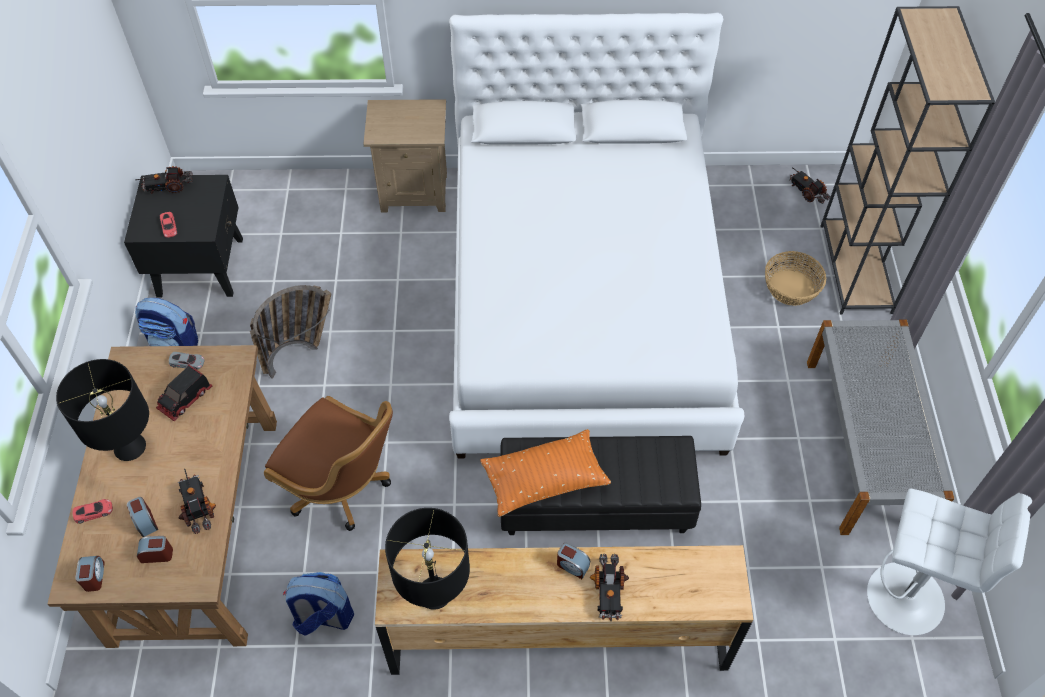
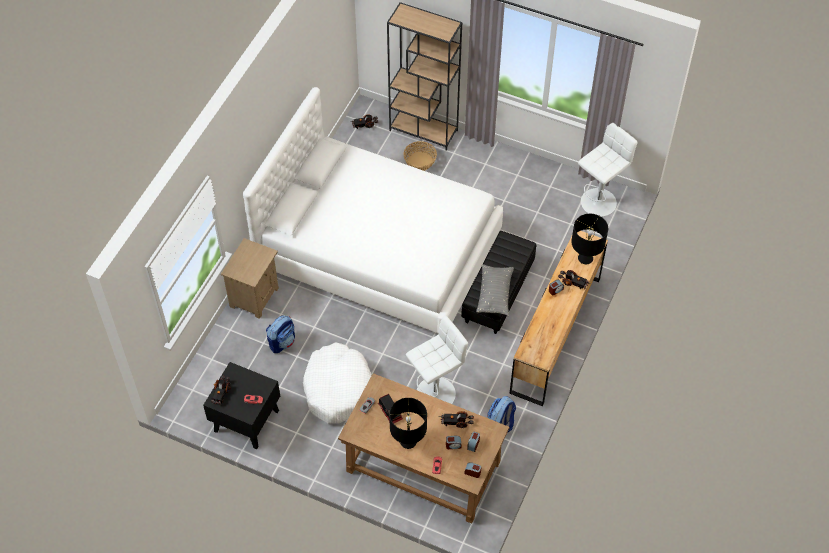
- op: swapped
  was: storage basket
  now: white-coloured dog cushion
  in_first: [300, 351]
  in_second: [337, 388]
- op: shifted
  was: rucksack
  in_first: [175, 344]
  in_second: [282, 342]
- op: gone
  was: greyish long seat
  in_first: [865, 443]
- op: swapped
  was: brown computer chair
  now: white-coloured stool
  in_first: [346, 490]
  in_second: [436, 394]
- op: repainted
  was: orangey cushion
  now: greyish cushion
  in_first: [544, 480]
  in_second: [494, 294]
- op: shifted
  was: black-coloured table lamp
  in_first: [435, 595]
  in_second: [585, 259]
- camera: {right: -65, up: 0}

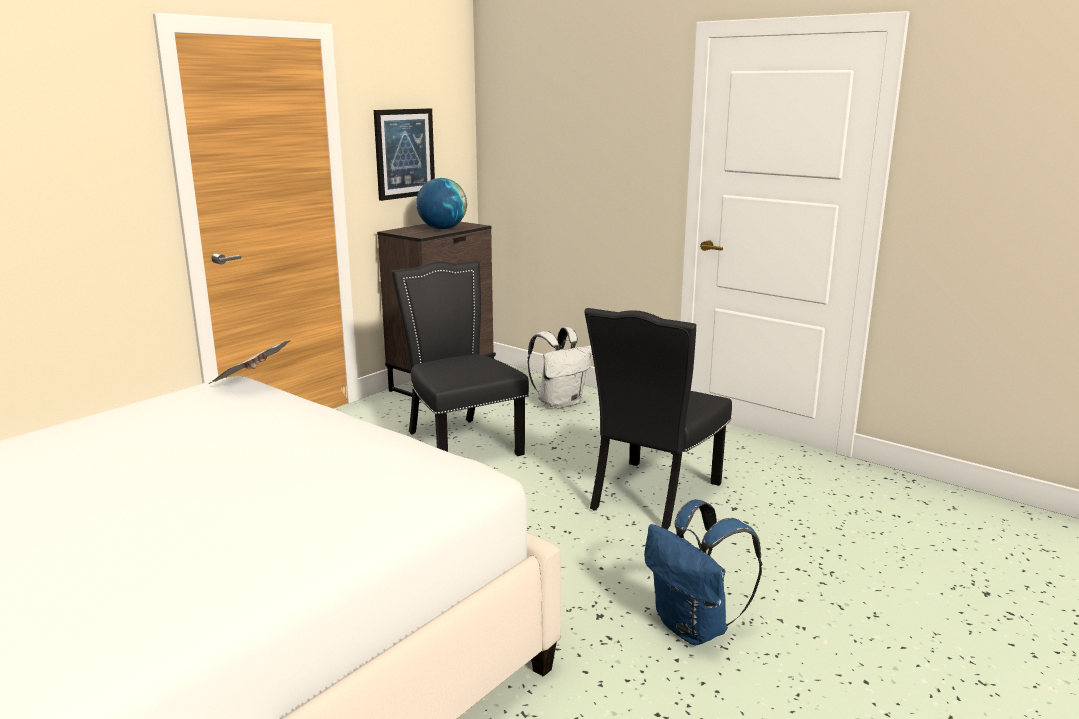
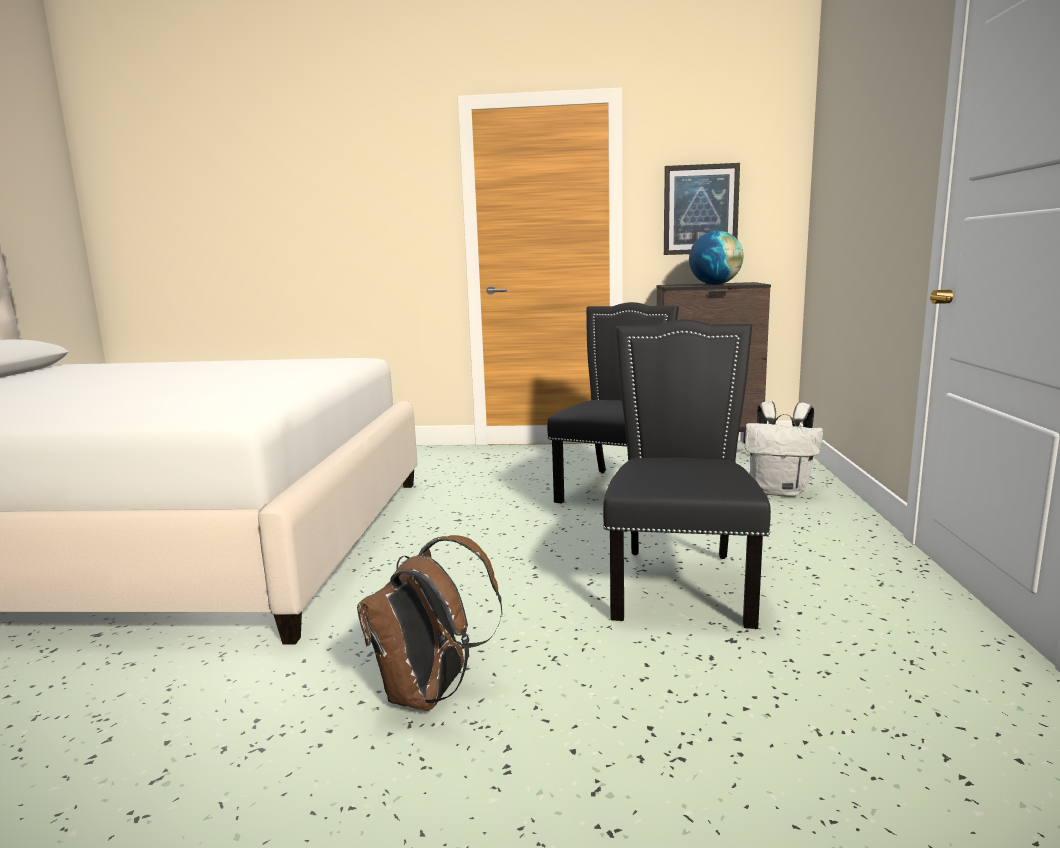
- op: rotated
  was: black-coloured upright chair
  in_first: [654, 493]
  in_second: [680, 587]
  clockwise: 105
- op: gone
  was: newspaper
  in_first: [251, 383]
- op: repainted
  was: blue rucksack
  now: brown rucksack
  in_first: [695, 628]
  in_second: [430, 694]
- camera: {right: 55, up: -5}

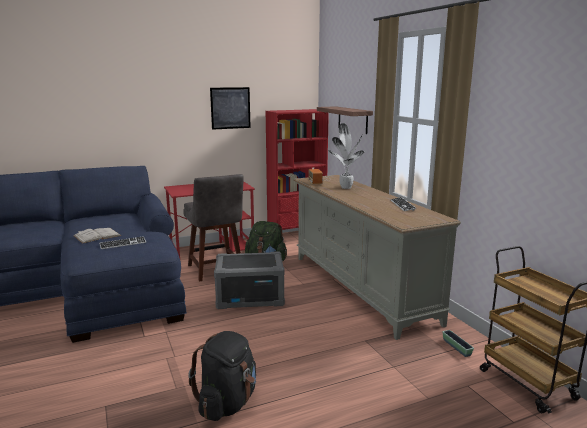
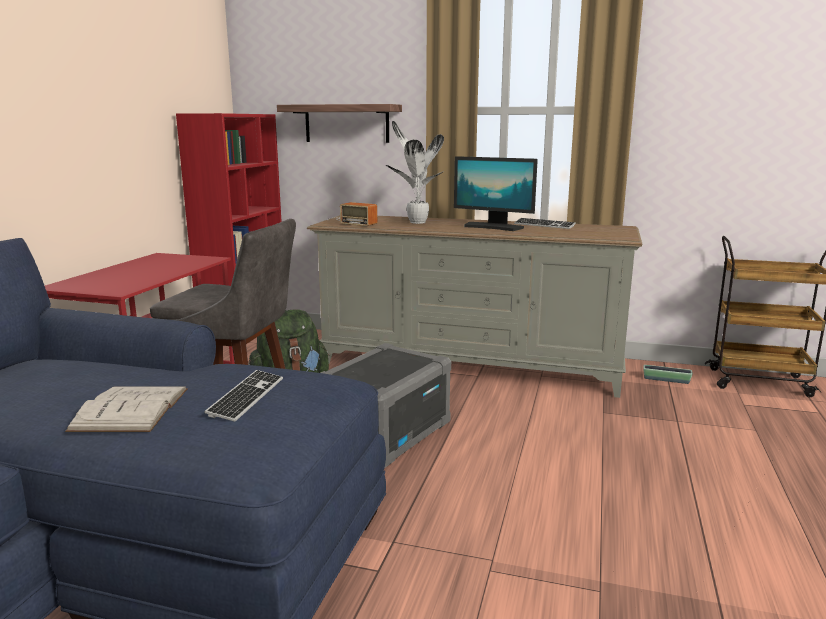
- op: gone
  was: wall art
  in_first: [230, 108]
- op: gone
  was: black-coloured rucksack
  in_first: [227, 403]
- op: new
  now: monitor
  in_second: [493, 227]
- camera: {right: -50, up: 0}

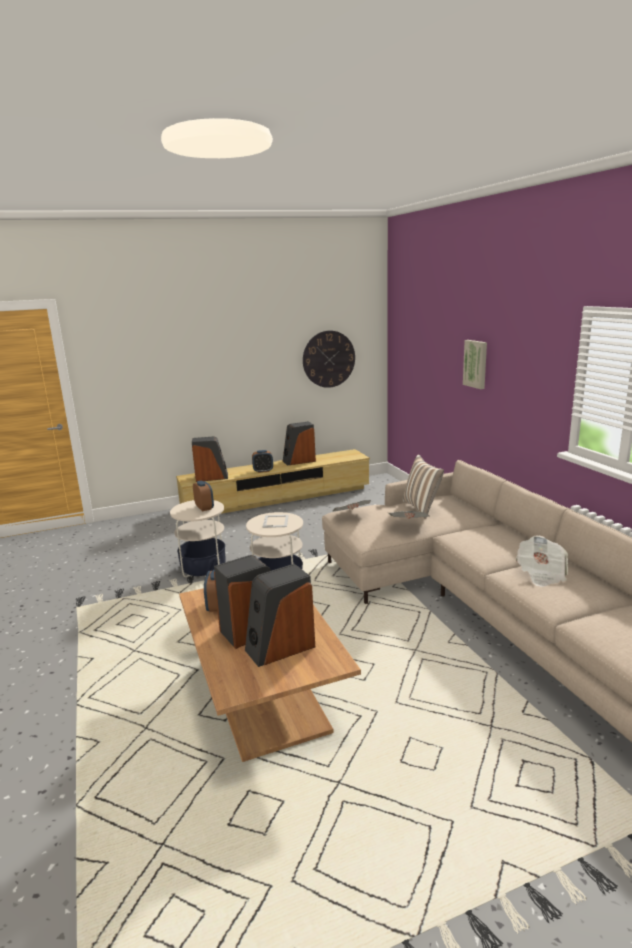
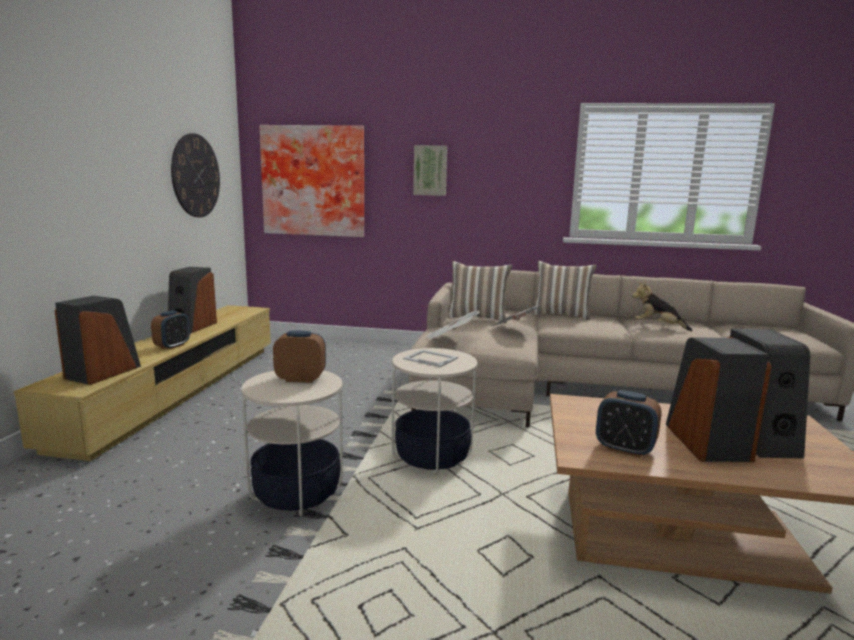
- op: swapped
  was: newspaper
  now: soft toy
  in_first: [541, 574]
  in_second: [658, 327]
- op: new
  now: wall art
  in_second: [314, 181]
- op: new
  now: cushion
  in_second: [561, 315]
- camera: {right: -60, up: -5}

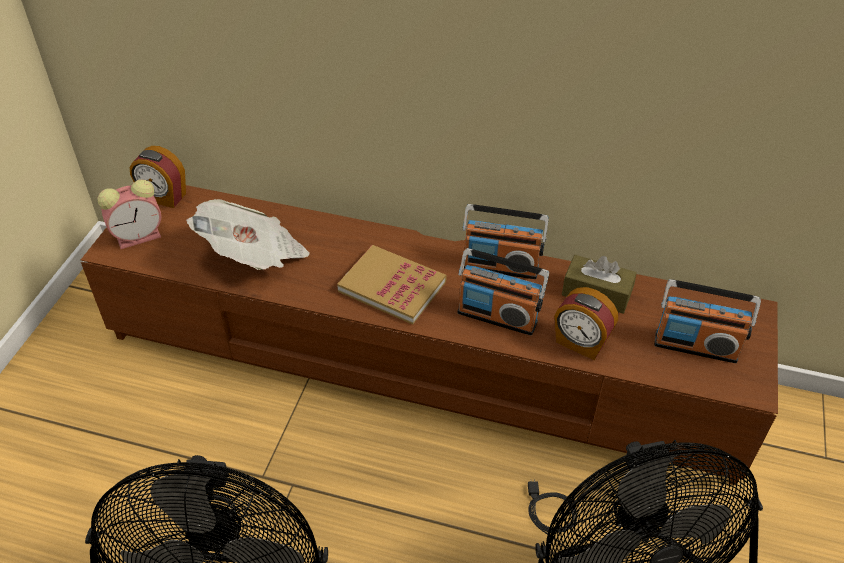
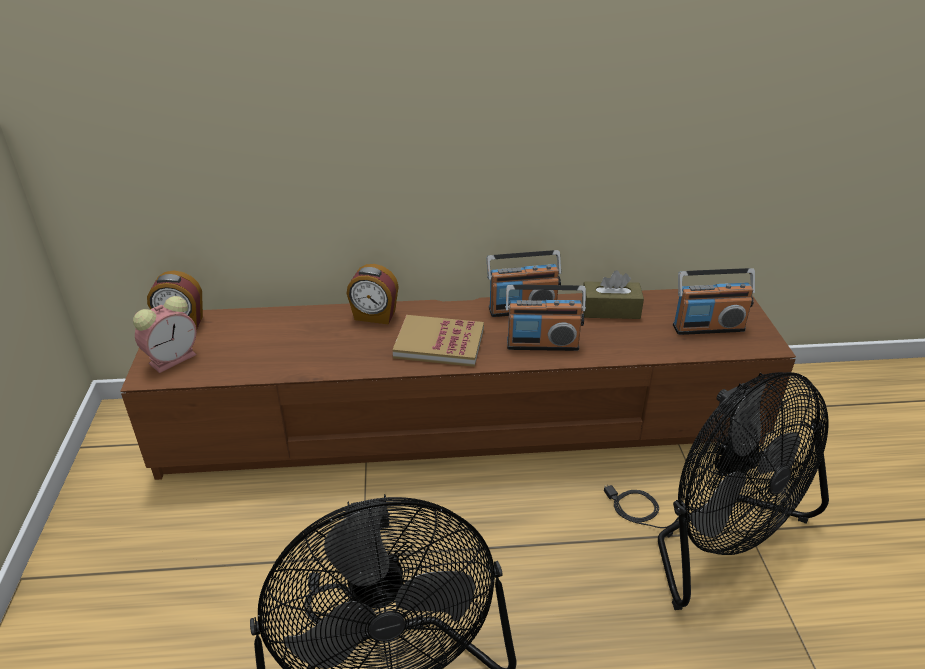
- op: gone
  was: newspaper
  in_first: [254, 256]
- op: shifted
  was: table clock
  in_first: [580, 343]
  in_second: [374, 316]
- camera: {right: -20, up: -10}

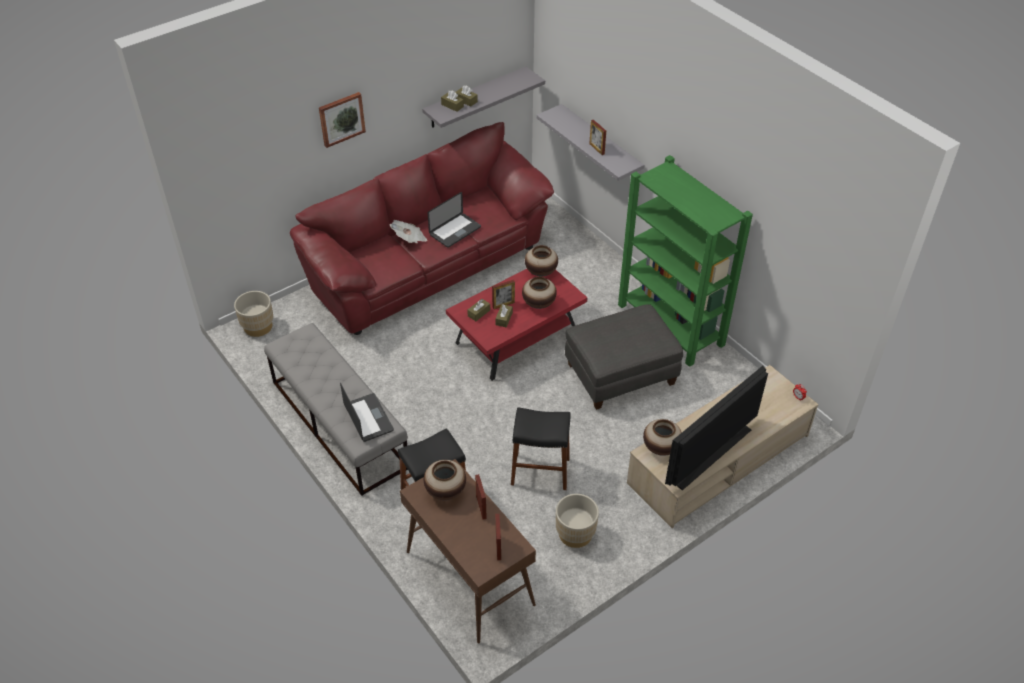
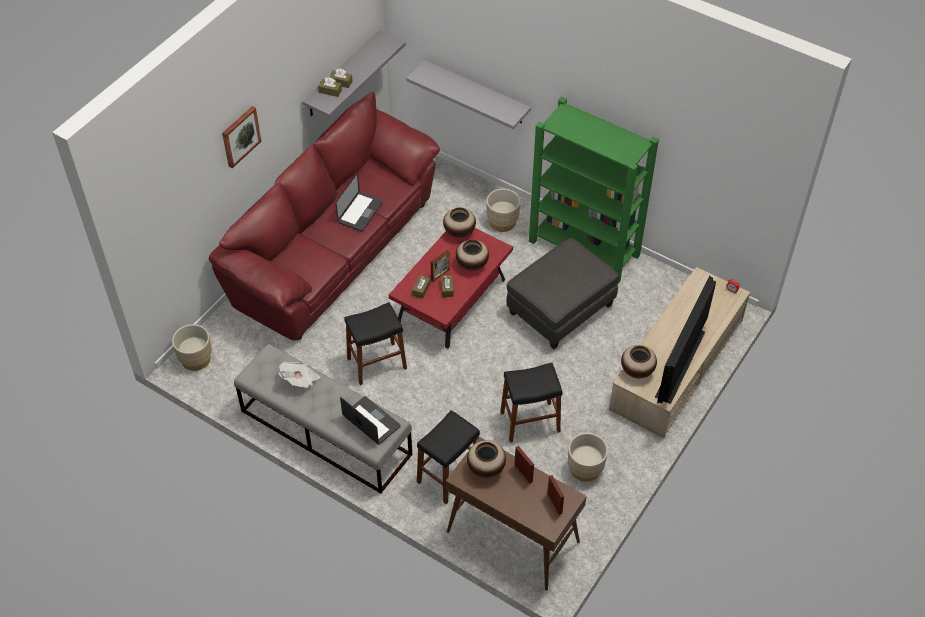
- op: gone
  was: photo frame
  in_first: [596, 149]
- op: shifted
  was: newspaper
  in_first: [409, 239]
  in_second: [300, 380]
- op: new
  now: beige flower pot
  in_second: [502, 222]
- op: new
  now: black-coloured stool
  in_second: [377, 363]
- camera: {right: -20, up: 5}

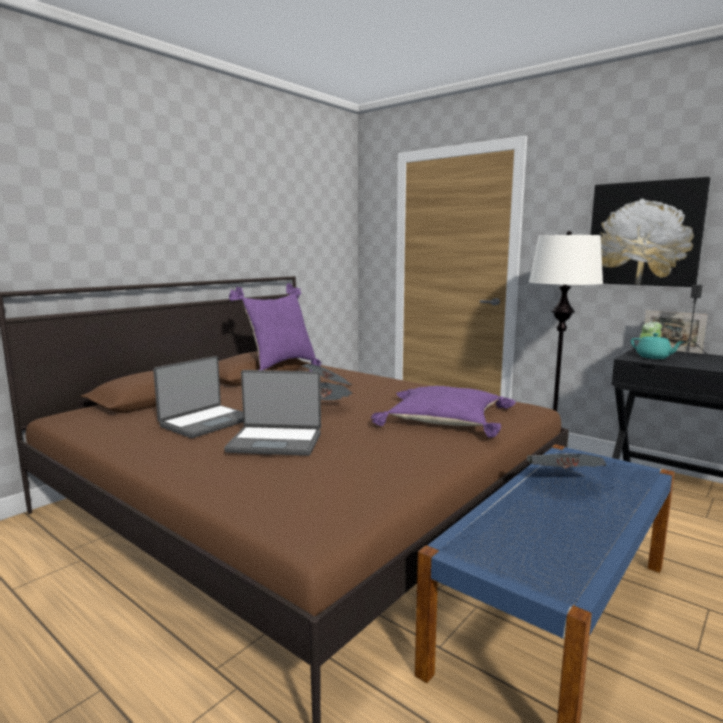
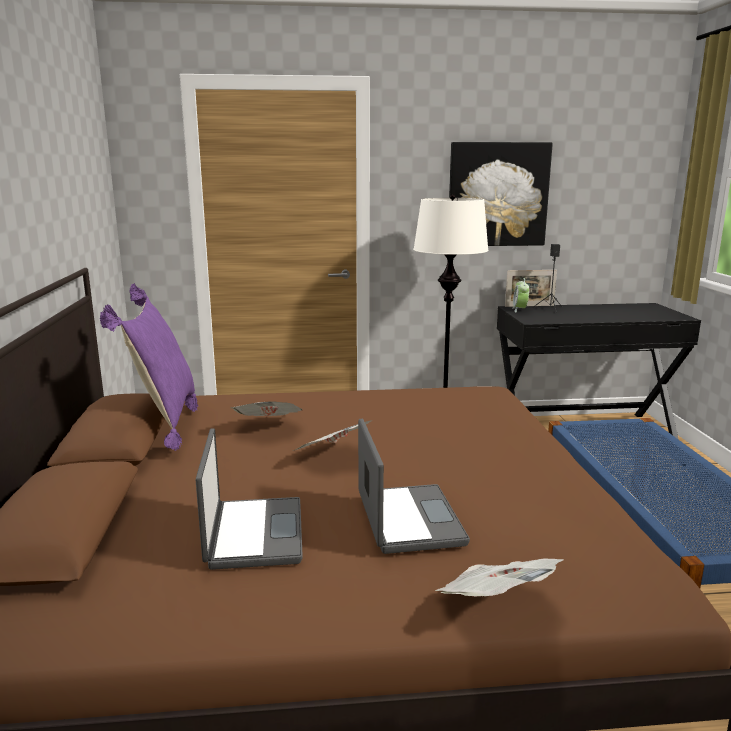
- op: gone
  was: turquoise teapot
  in_first: [653, 357]
- op: rotated
  was: laptop
  in_first: [275, 442]
  in_second: [407, 520]
  clockwise: -60
- op: gone
  was: purple-coloured cushion
  in_first: [445, 417]
- op: shifted
  was: newspaper
  in_first: [563, 481]
  in_second: [495, 603]
- camera: {right: -45, up: 5}

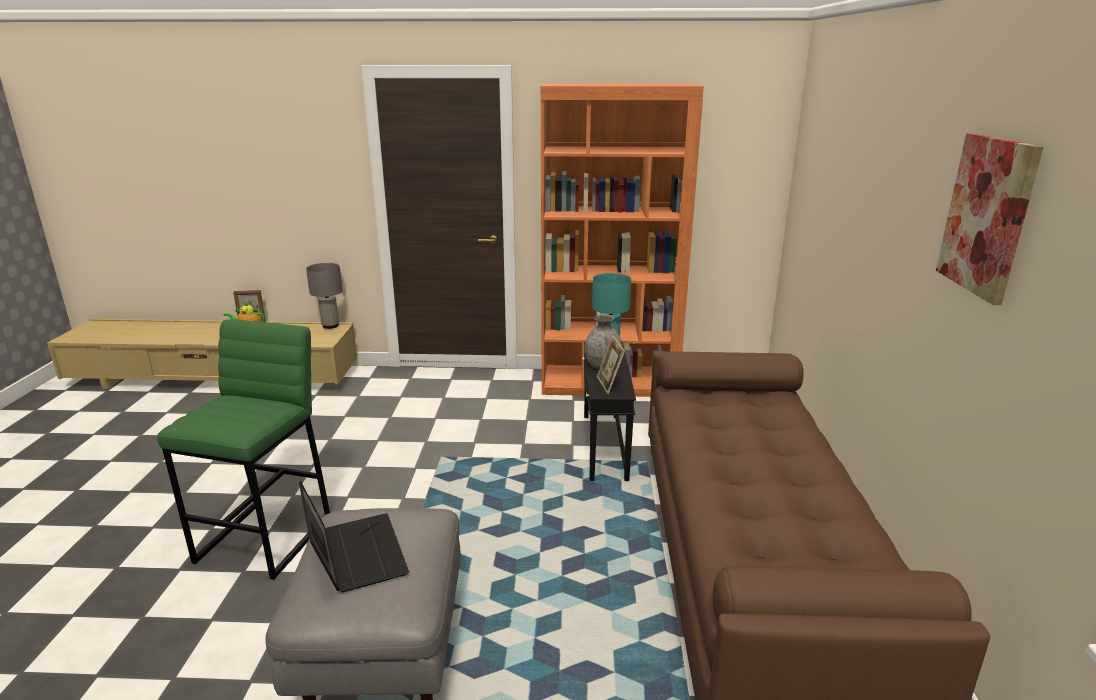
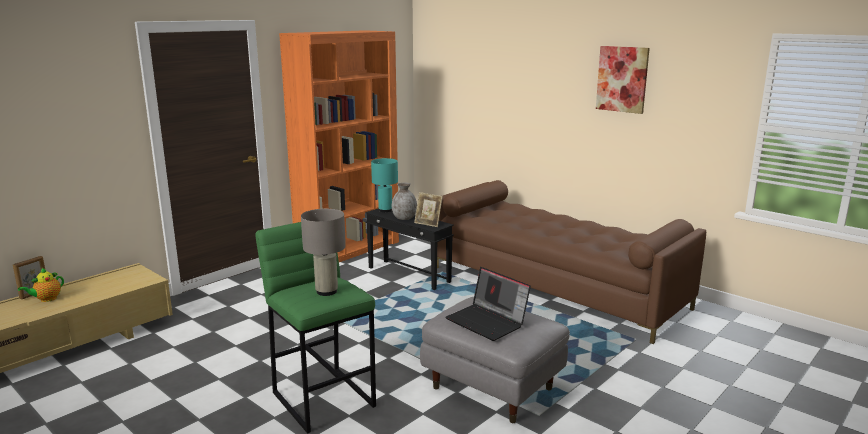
- op: shifted
  was: greyish table lamp
  in_first: [330, 326]
  in_second: [326, 292]
- op: rotated
  was: laptop
  in_first: [354, 554]
  in_second: [488, 322]
  clockwise: -150
- camera: {right: -50, up: -5}

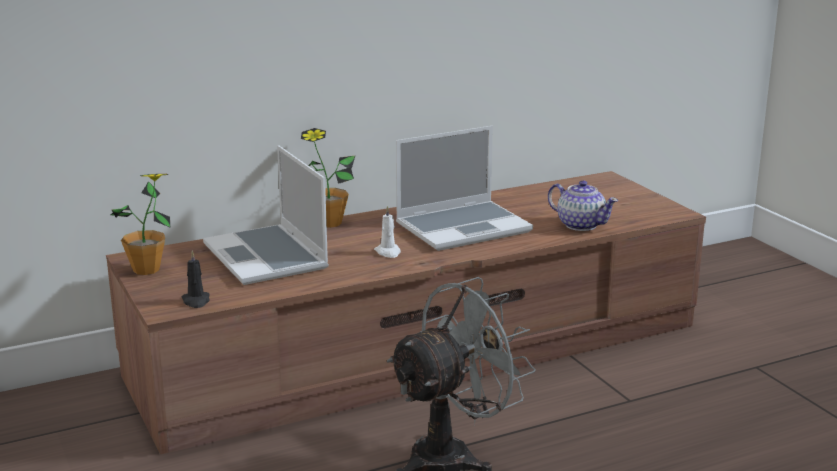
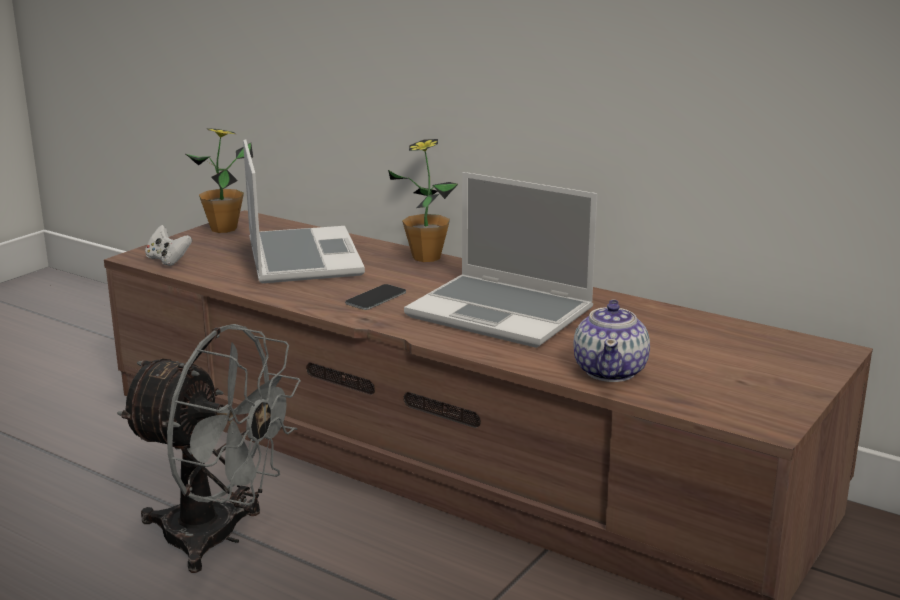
- op: rotated
  was: laptop
  in_first: [268, 257]
  in_second: [301, 258]
  clockwise: 135
- op: swapped
  was: white-coloured wax candle
  now: telephone
  in_first: [388, 252]
  in_second: [376, 298]
- op: swapped
  was: black-coloured wax candle
  now: white-coloured joypad
  in_first: [196, 301]
  in_second: [168, 260]
- camera: {right: 60, up: 0}

